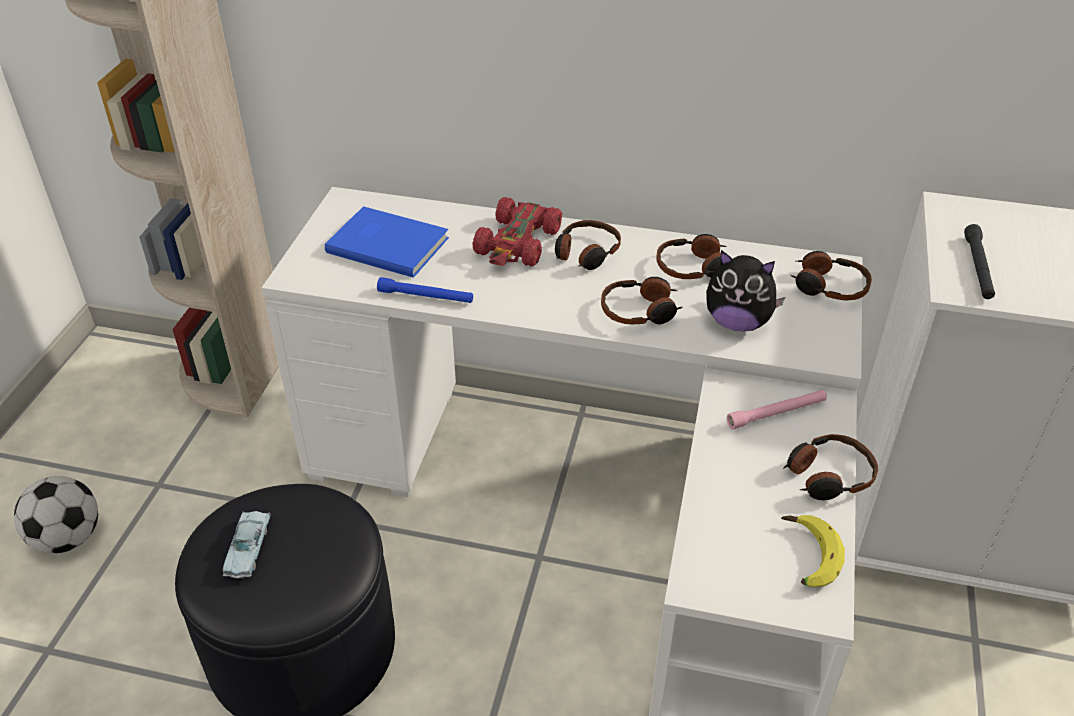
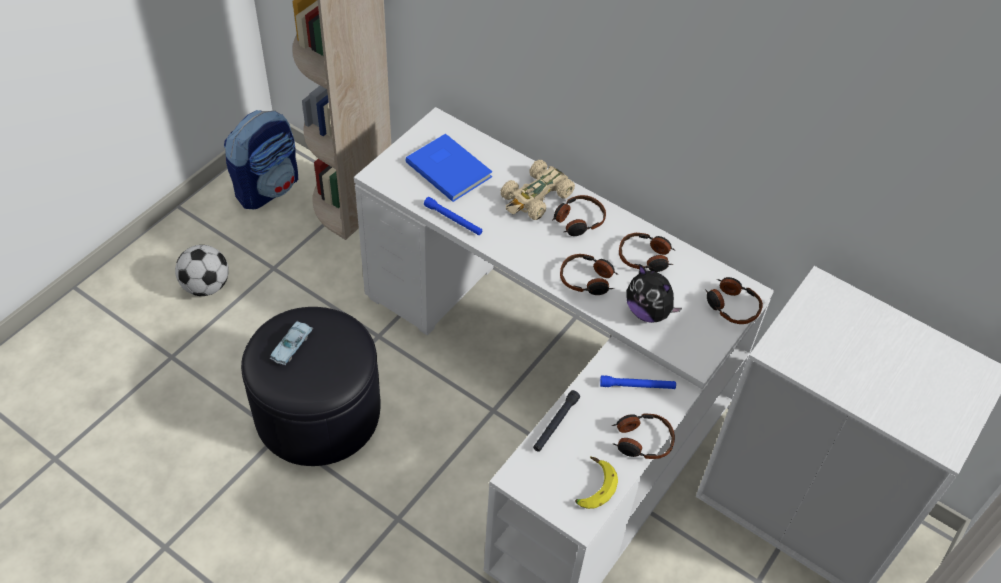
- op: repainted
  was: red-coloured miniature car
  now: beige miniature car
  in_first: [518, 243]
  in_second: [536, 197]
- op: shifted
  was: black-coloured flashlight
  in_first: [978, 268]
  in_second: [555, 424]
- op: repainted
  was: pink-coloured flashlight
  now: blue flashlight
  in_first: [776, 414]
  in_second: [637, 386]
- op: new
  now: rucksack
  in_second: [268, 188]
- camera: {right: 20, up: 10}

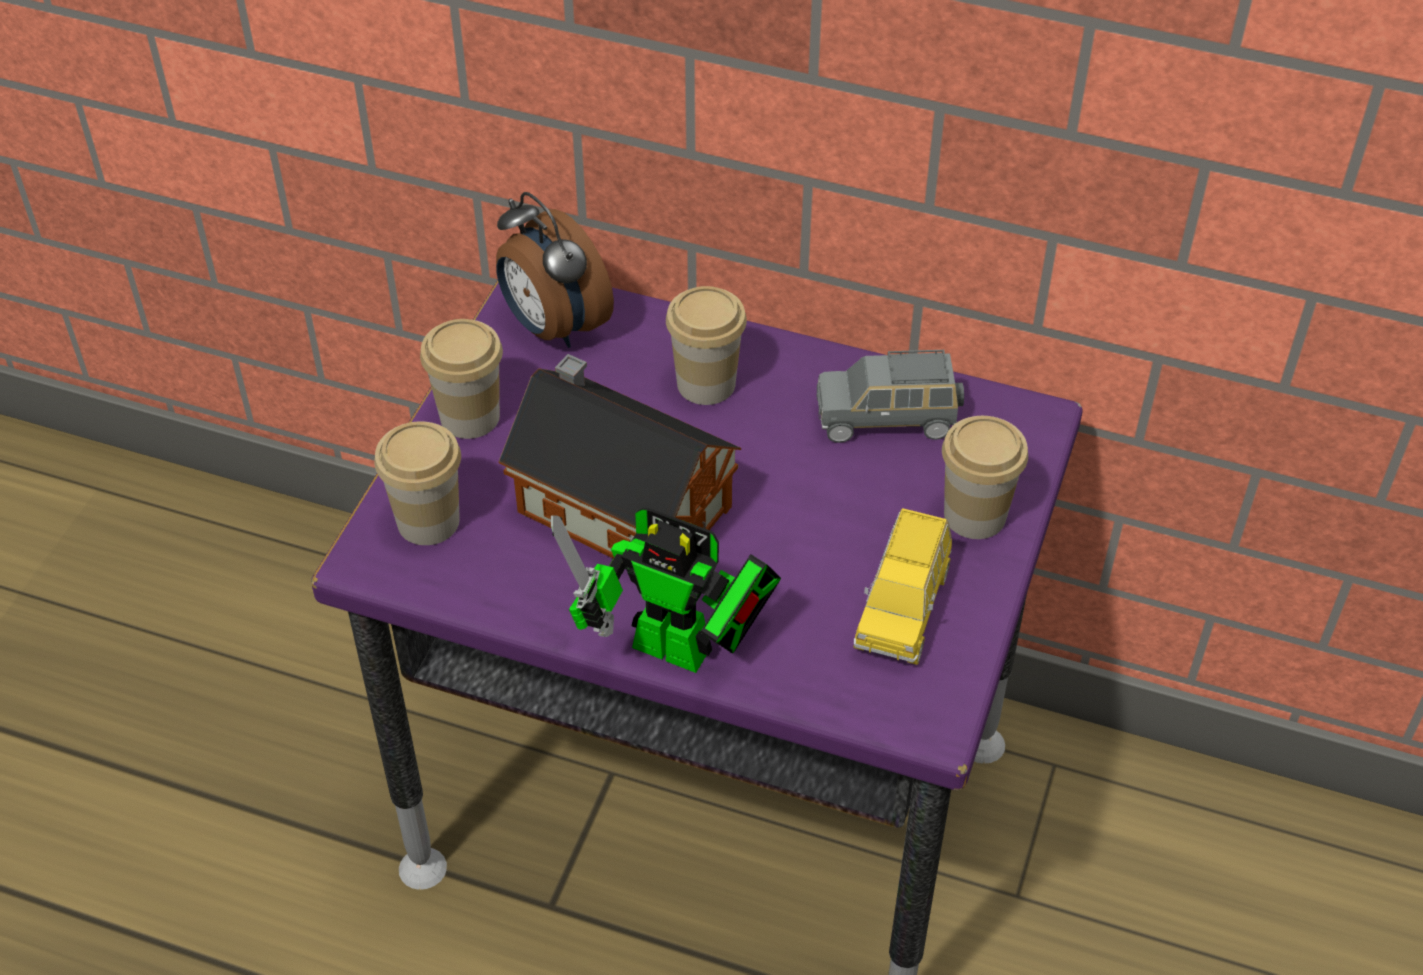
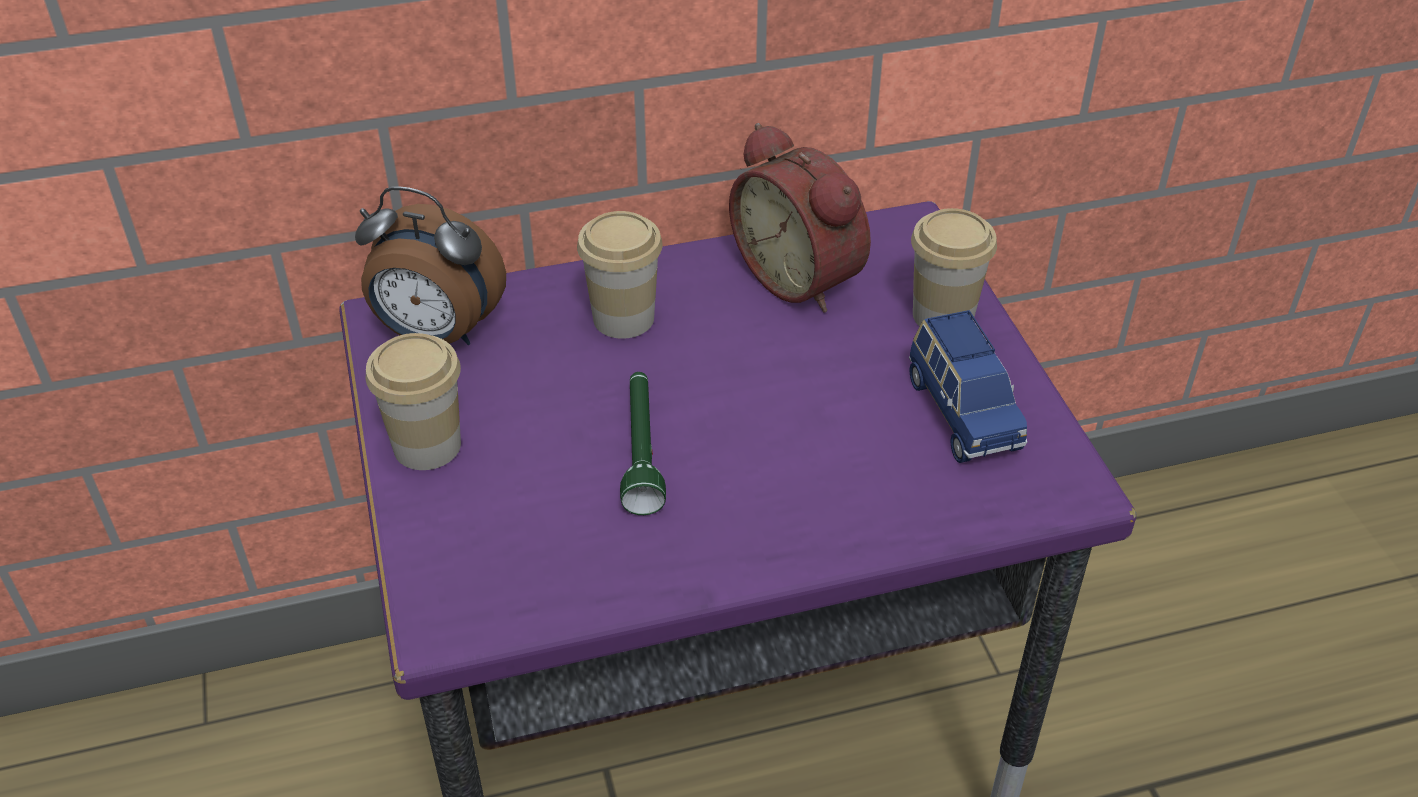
- op: swapped
  was: greyish miniature car
  now: table clock
  in_first: [887, 419]
  in_second: [802, 277]
- op: swapped
  was: miniature house
  now: green flashlight
  in_first: [618, 504]
  in_second: [641, 451]
- op: gone
  was: small cup
  in_first: [428, 521]
- op: gone
  was: robot figure
  in_first: [683, 652]
- op: repainted
  was: yellow miniature car
  now: blue miniature car
  in_first: [902, 608]
  in_second: [962, 413]
- camera: {right: -35, up: -5}

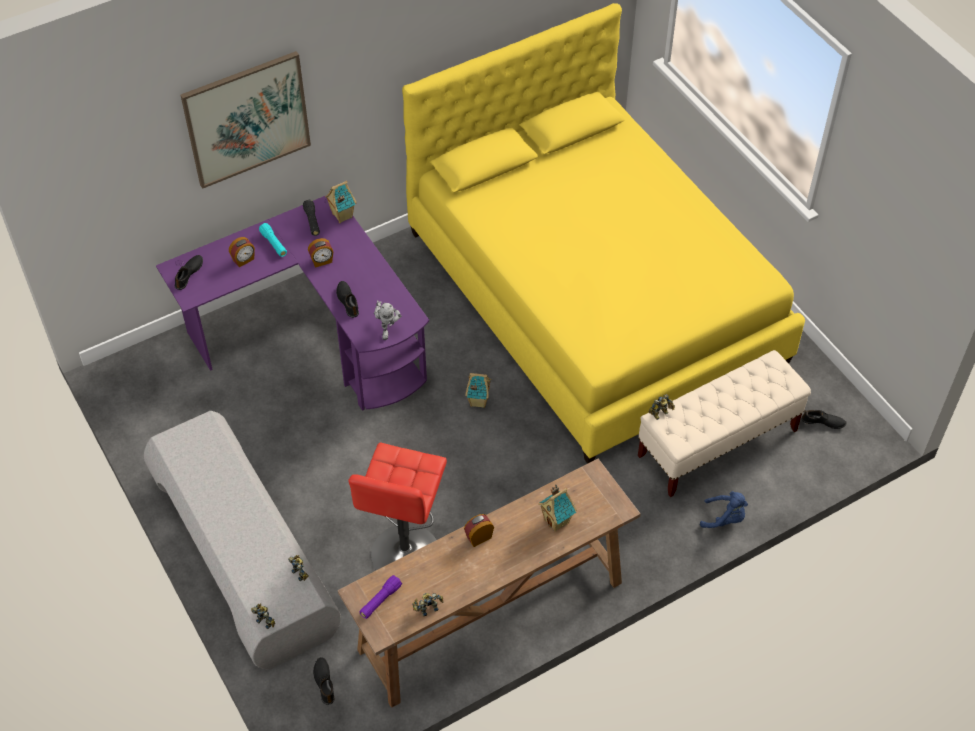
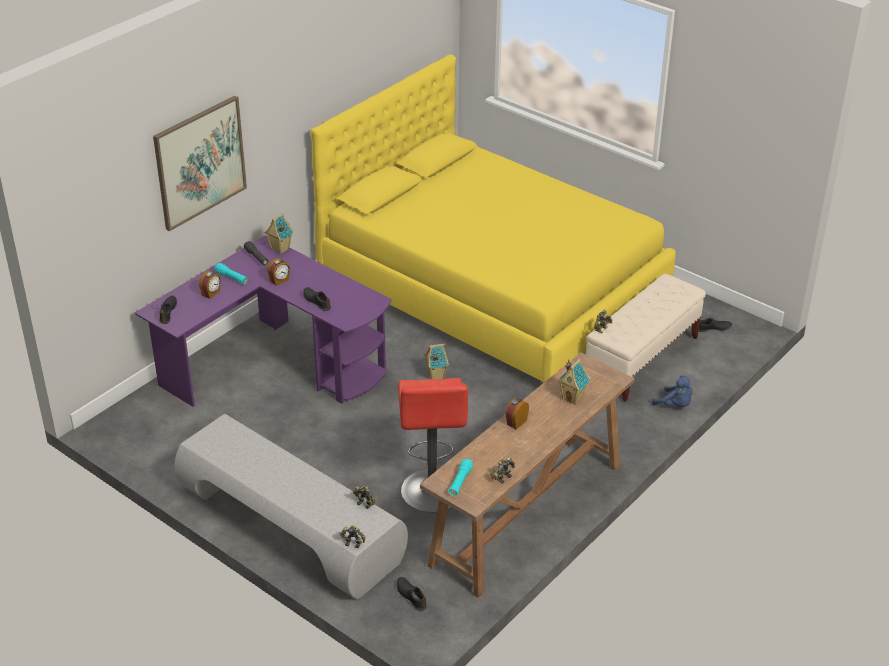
- op: gone
  was: robot figure
  in_first: [388, 329]
- op: rotated
  was: blue soft toy
  in_first: [724, 518]
  in_second: [675, 405]
  clockwise: 45
- op: repainted
  was: purple-coloured flashlight
  now: turquoise flashlight
  in_first: [380, 600]
  in_second: [460, 482]
- camera: {right: -20, up: -15}

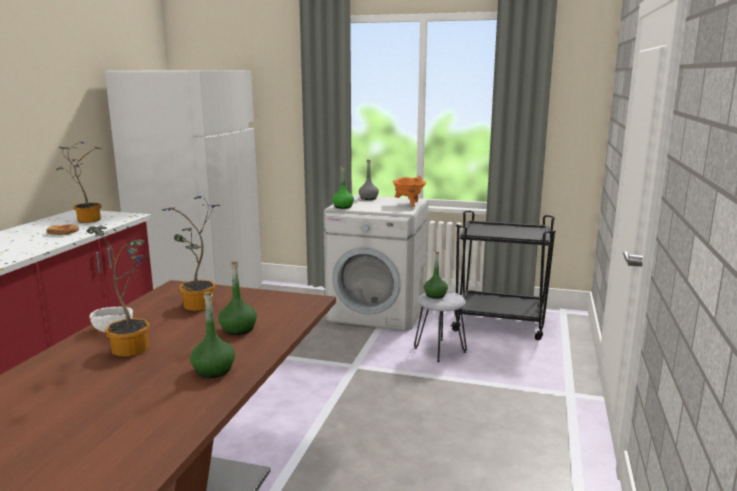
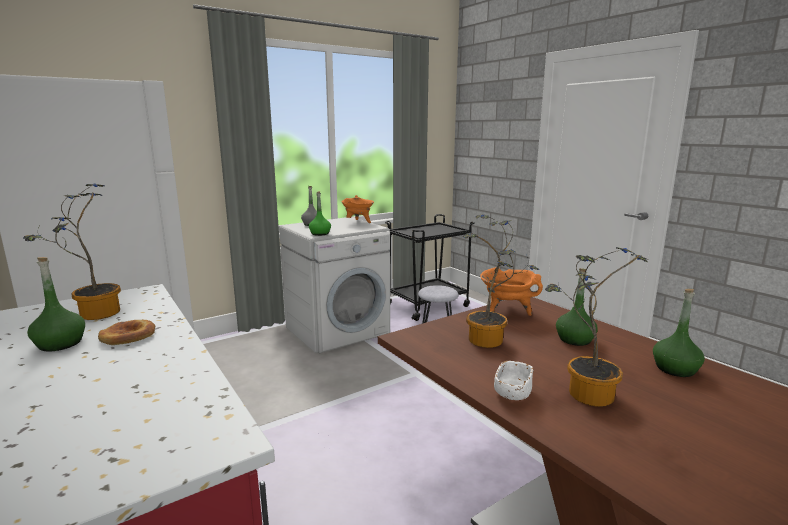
- op: shifted
  was: green bottle
  in_first: [435, 295]
  in_second: [60, 343]
- op: new
  now: orangey cooking pot
  in_second: [507, 311]
- camera: {right: -50, up: 0}

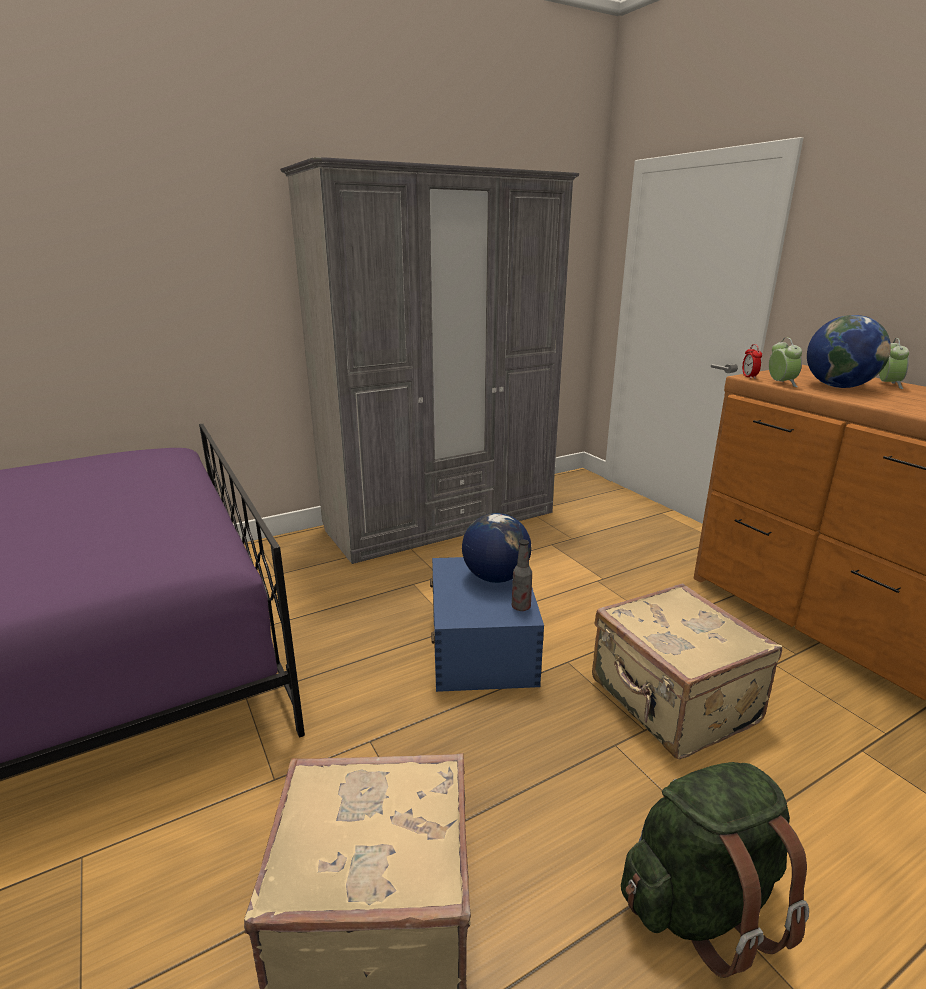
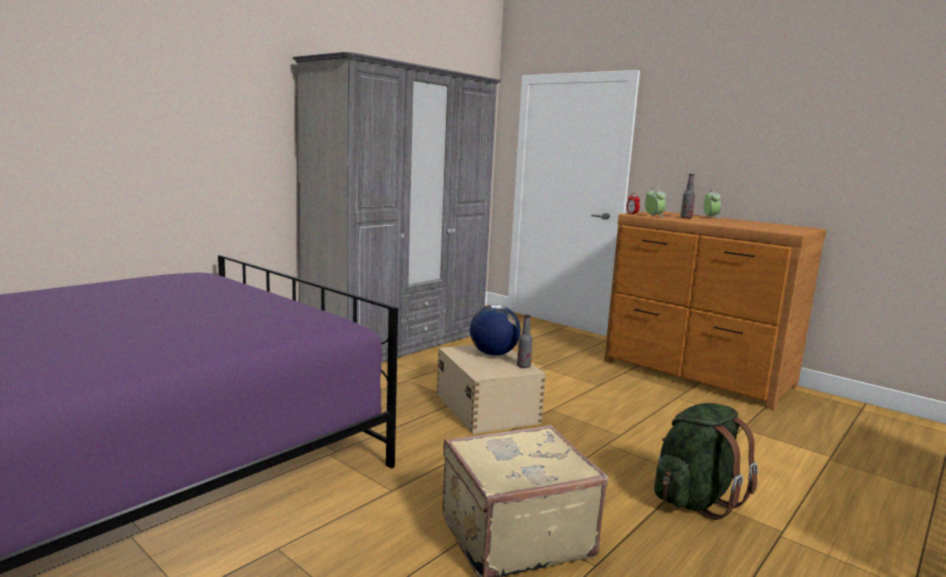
- op: swapped
  was: globe
  now: bottle
  in_first: [838, 386]
  in_second: [686, 218]
- op: repainted
  was: blue storage box
  now: beige storage box
  in_first: [482, 645]
  in_second: [486, 407]
- op: gone
  was: beige suitcase
  in_first: [671, 702]
- camera: {right: -20, up: -10}

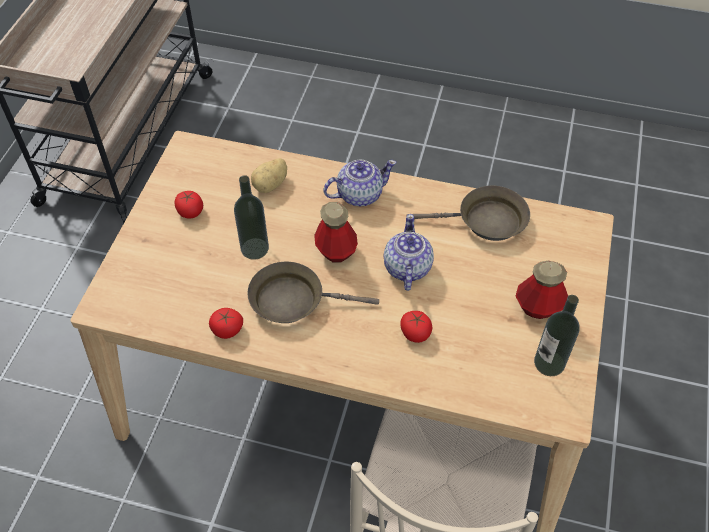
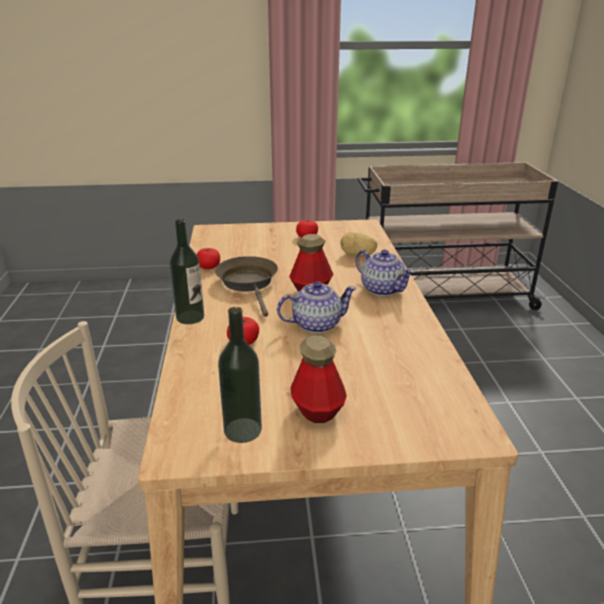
- op: shifted
  was: bottle
  in_first: [254, 248]
  in_second: [190, 317]
- op: gone
  was: brown skillet
  in_first: [486, 221]
- camera: {right: 70, up: -25}

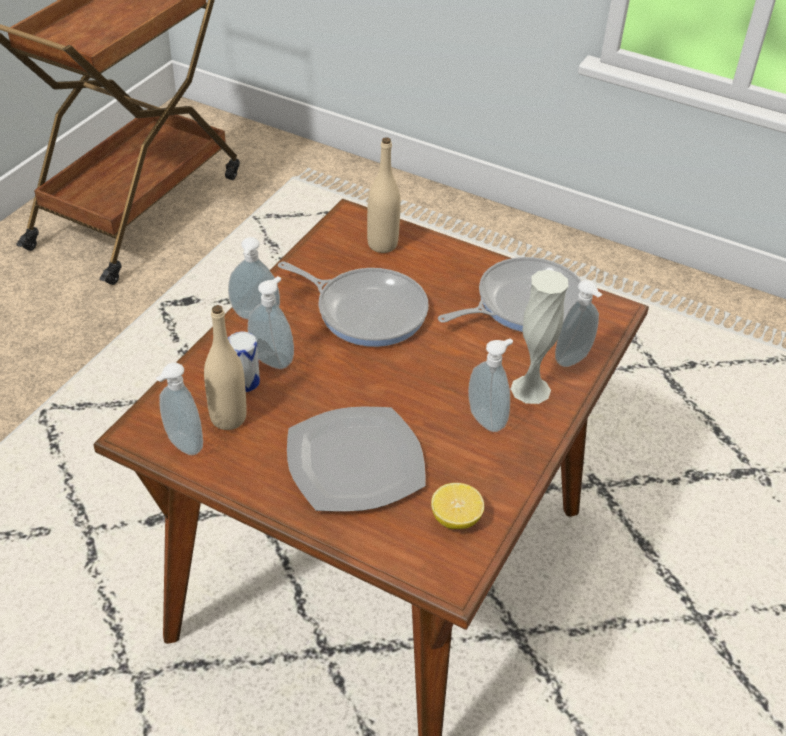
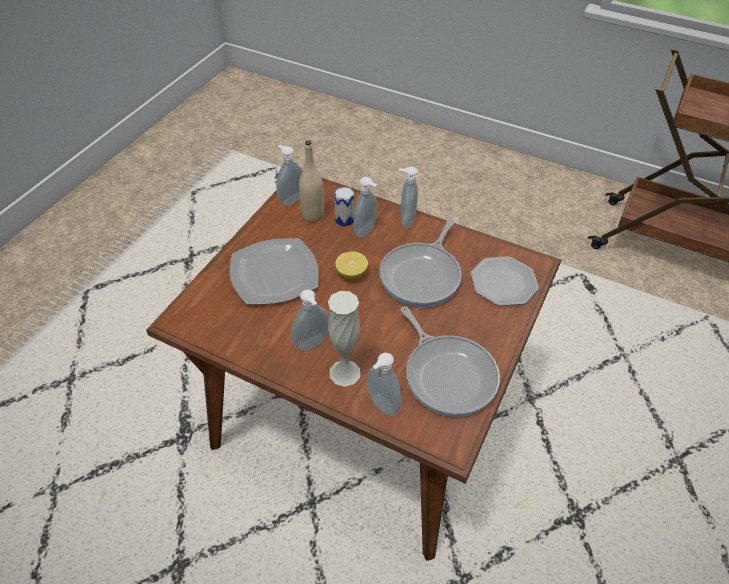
- op: swapped
  was: beige bottle
  now: plate
  in_first: [382, 244]
  in_second: [504, 283]
- op: shifted
  was: lemon
  in_first: [455, 518]
  in_second: [351, 273]
- camera: {right: 90, up: 5}

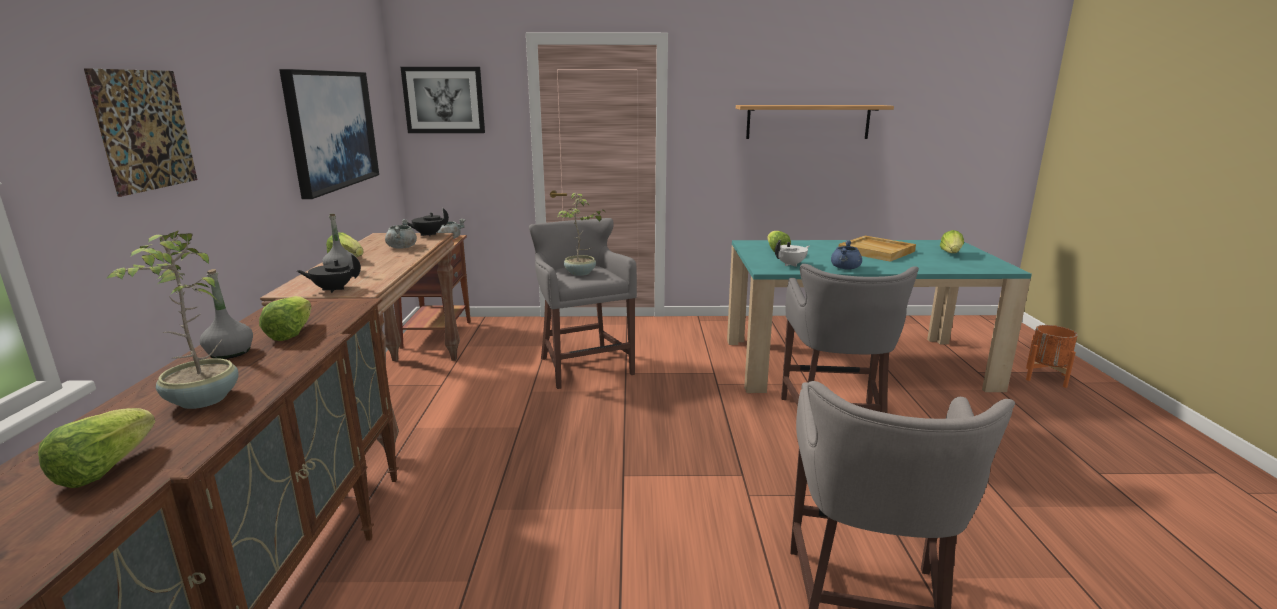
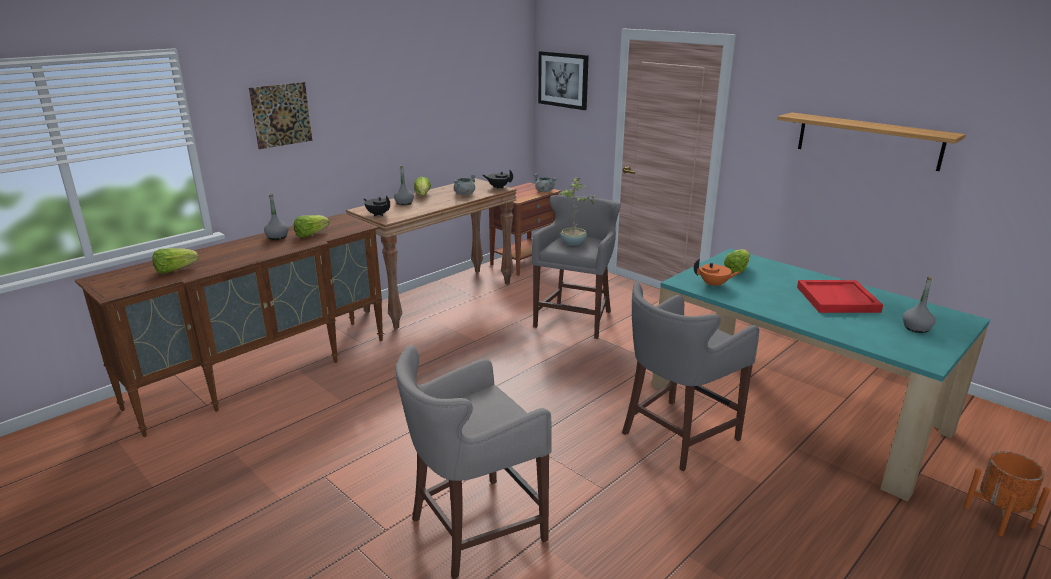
- op: gone
  was: wall art
  in_first: [331, 130]
- op: gone
  was: houseplant
  in_first: [202, 400]
- op: swapped
  was: head of lettuce
  now: greyish bottle
  in_first: [951, 254]
  in_second: [916, 328]
- op: repainted
  was: beige tray
  now: red-coloured tray
  in_first: [877, 251]
  in_second: [838, 299]
- op: repainted
  was: white-coloured teapot
  now: orangey teapot
  in_first: [791, 264]
  in_second: [714, 285]
- op: gone
  was: blue cooking pot
  in_first: [845, 268]
- camera: {right: 45, up: 5}

